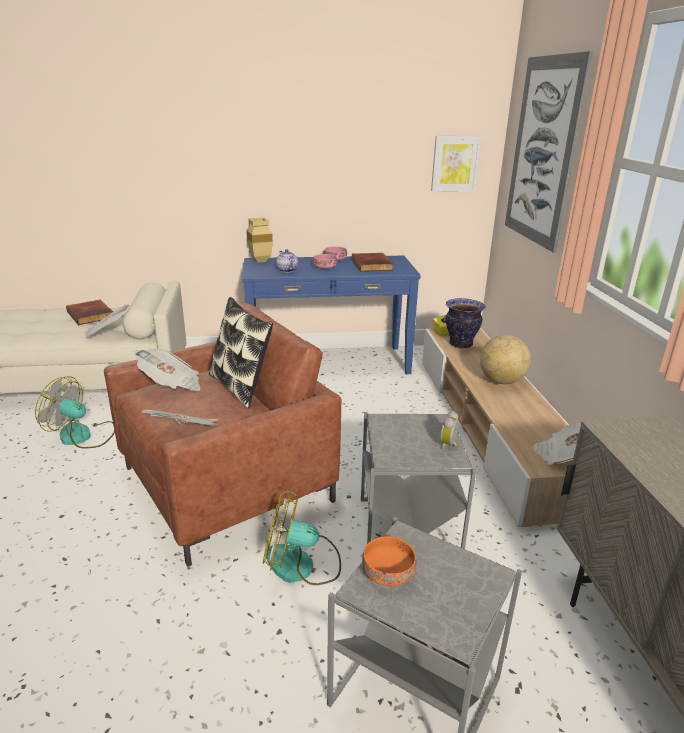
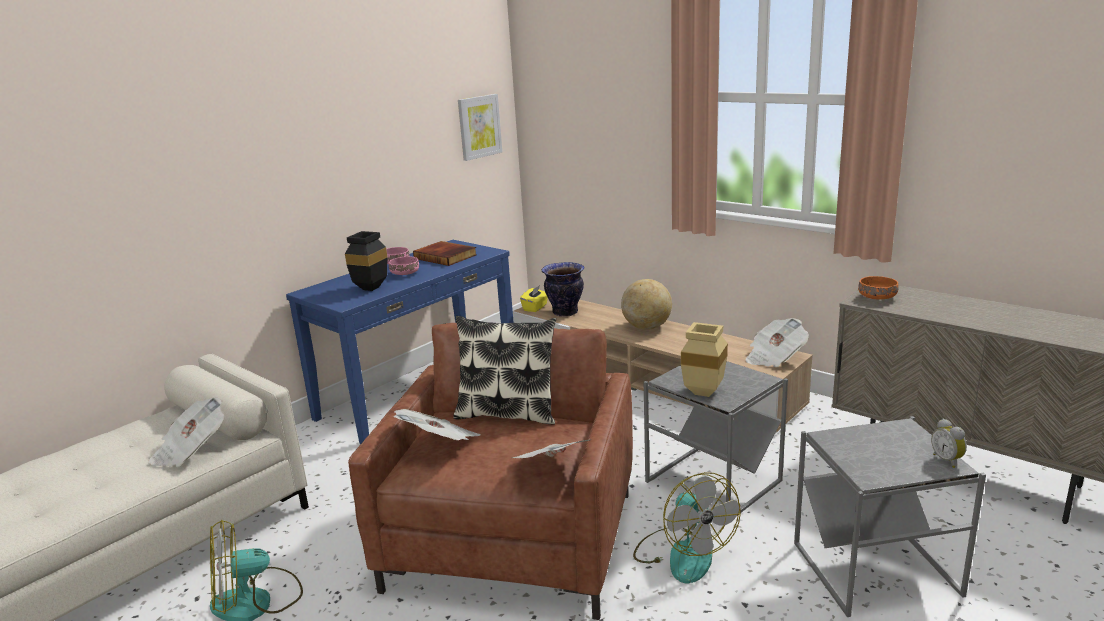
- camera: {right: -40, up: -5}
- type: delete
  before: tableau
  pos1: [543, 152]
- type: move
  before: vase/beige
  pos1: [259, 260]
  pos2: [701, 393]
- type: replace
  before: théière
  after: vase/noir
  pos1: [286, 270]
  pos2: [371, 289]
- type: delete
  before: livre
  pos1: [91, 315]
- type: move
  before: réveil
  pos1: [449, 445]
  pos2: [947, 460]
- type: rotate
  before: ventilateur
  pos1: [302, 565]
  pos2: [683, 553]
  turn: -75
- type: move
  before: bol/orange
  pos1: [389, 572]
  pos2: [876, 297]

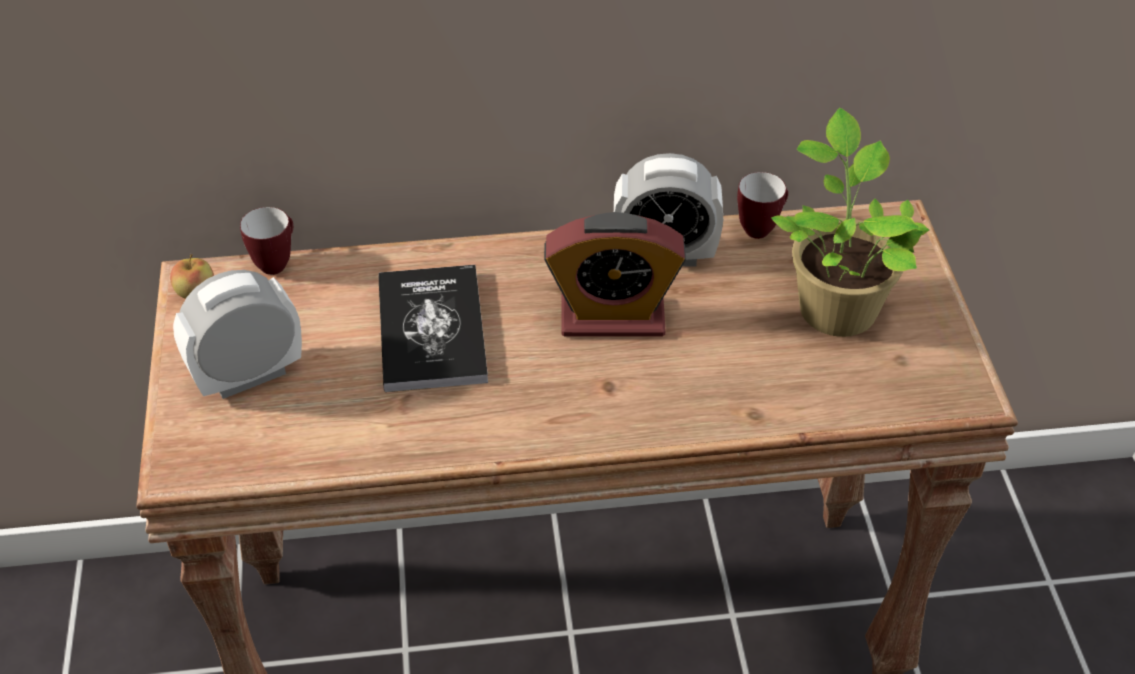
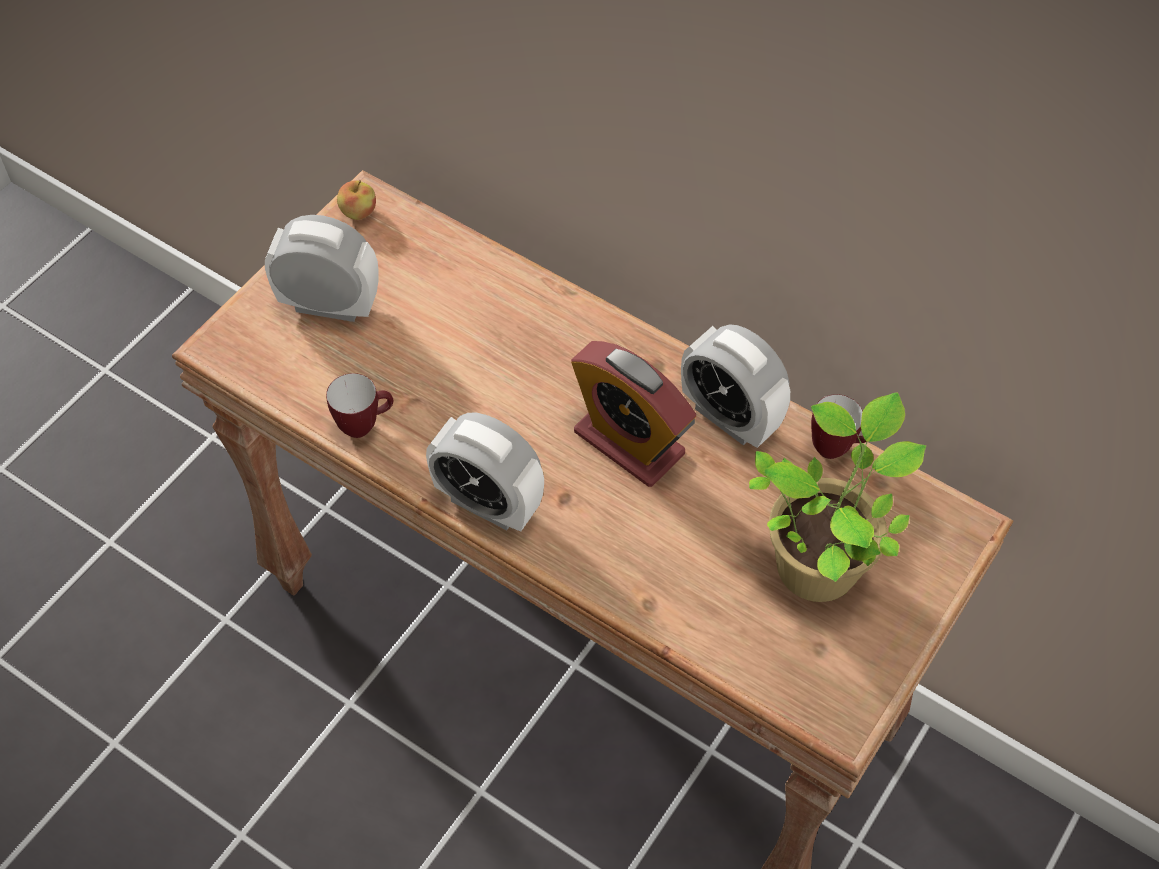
- camera: {right: 40, up: 10}
- type: move
  before: mug
  pos1: [276, 262]
  pos2: [364, 425]
- type: delete
  before: livre
  pos1: [431, 330]
- type: insert
  after: réveil
  pos2: [487, 503]

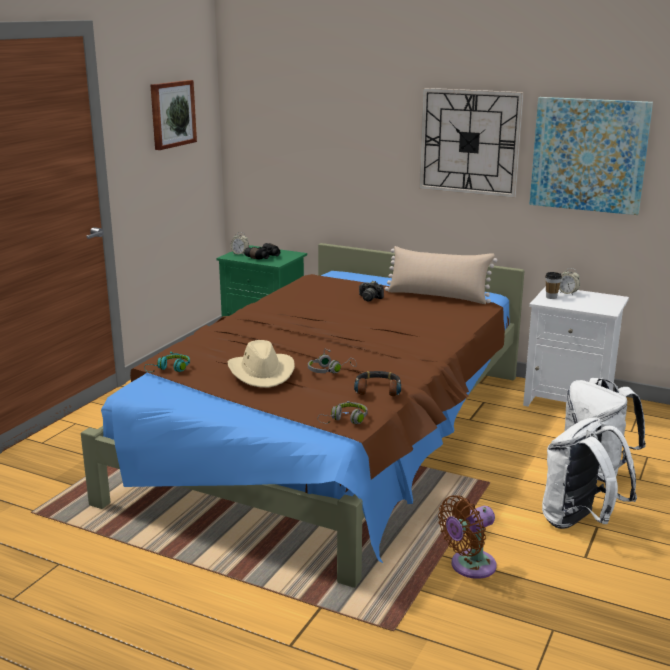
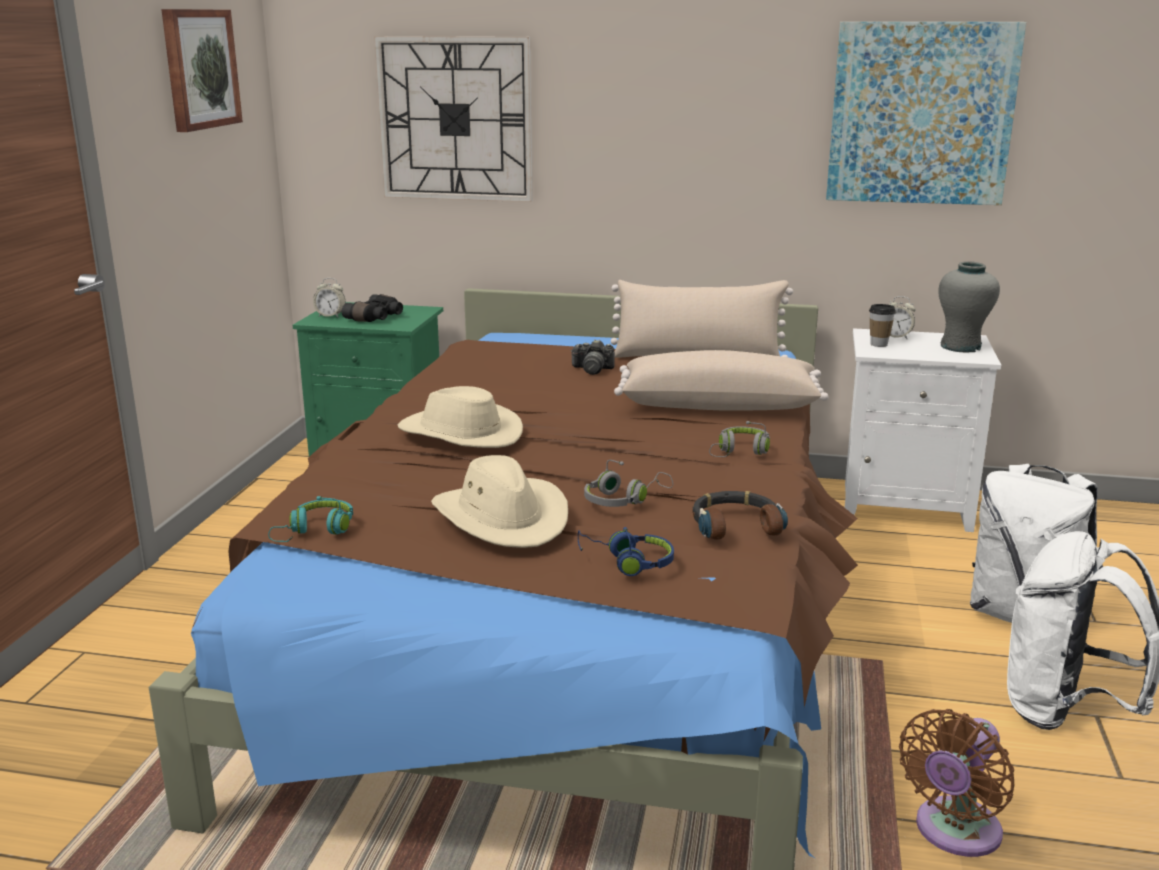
- camera: {right: -15, up: 0}
- type: move
  before: horloge murale
  pos1: [469, 142]
  pos2: [455, 119]
- type: move
  before: casque audio/gris
  pos1: [345, 420]
  pos2: [740, 452]
- type: insert
  after: vase/gris
  pos2: [960, 346]
- type: insert
  after: coussin/beige
  pos2: [718, 405]
- type: insert
  after: chapeau/beige
  pos2: [459, 434]
- type: insert
  after: casque audio/bleu
  pos2: [627, 563]

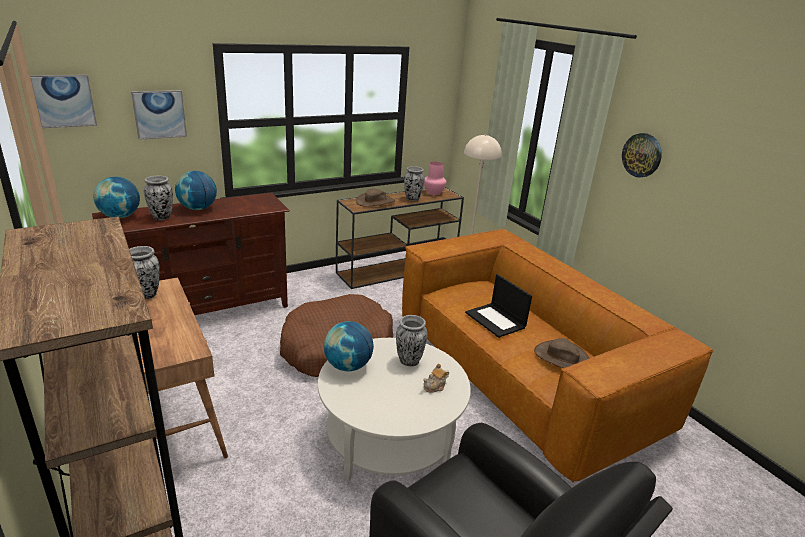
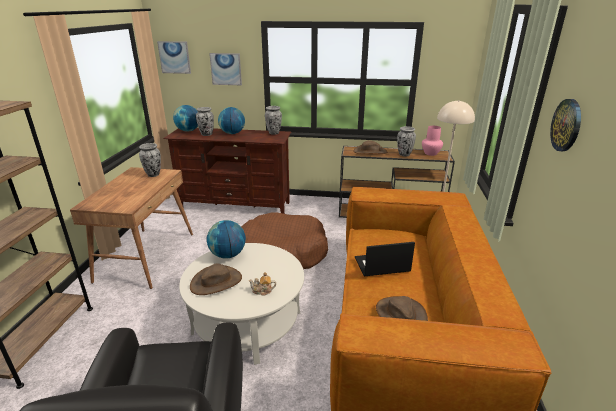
- camera: {right: 40, up: 0}
- type: rotate
  before: ordinateur portable
  pos1: [496, 320]
  pos2: [381, 265]
  turn: 75
- type: move
  before: vase
  pos1: [409, 361]
  pos2: [274, 133]
- type: insert
  after: chapeau/marron
  pos2: [216, 282]

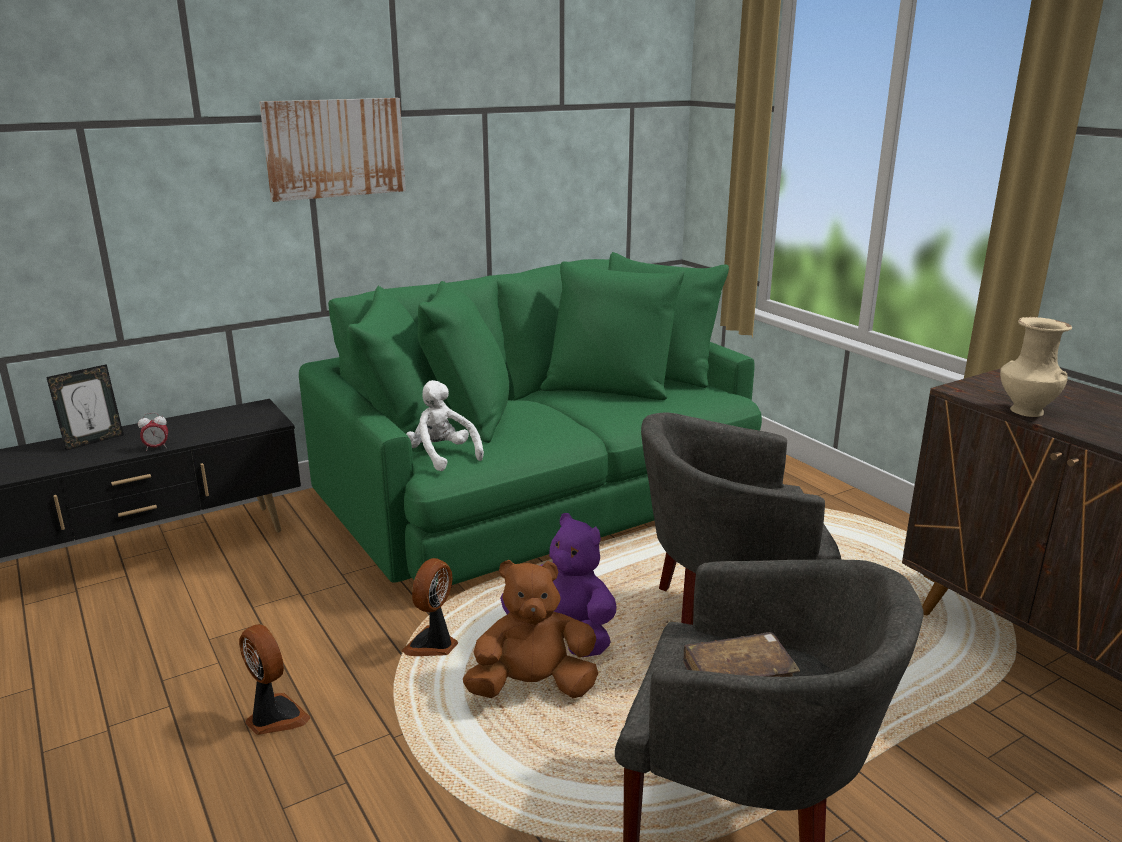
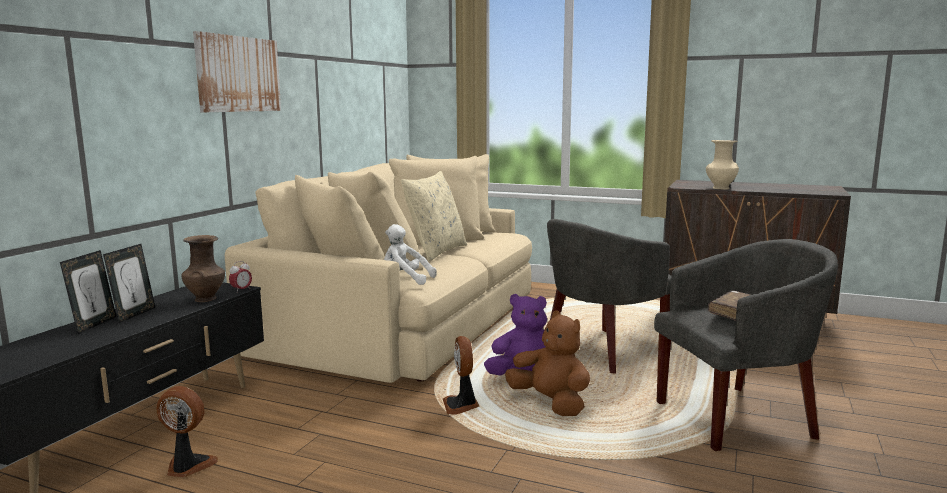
- camera: {right: -35, up: -10}
- type: recolor
  before: canapé/vert
  after: canapé/beige
  pos1: [538, 493]
  pos2: [403, 325]
- type: move
  before: réveil
  pos1: [156, 448]
  pos2: [241, 290]
- type: rotate
  before: peluche/marron
  pos1: [533, 687]
  pos2: [550, 403]
  turn: 90
- type: move
  before: ventilateur
  pos1: [274, 718]
  pos2: [188, 466]
- type: insert
  after: coussin/beige
  pos2: [436, 252]
- type: insert
  after: vase/marron
  pos2: [205, 299]
- type: insert
  after: cadre photo
  pos2: [134, 314]

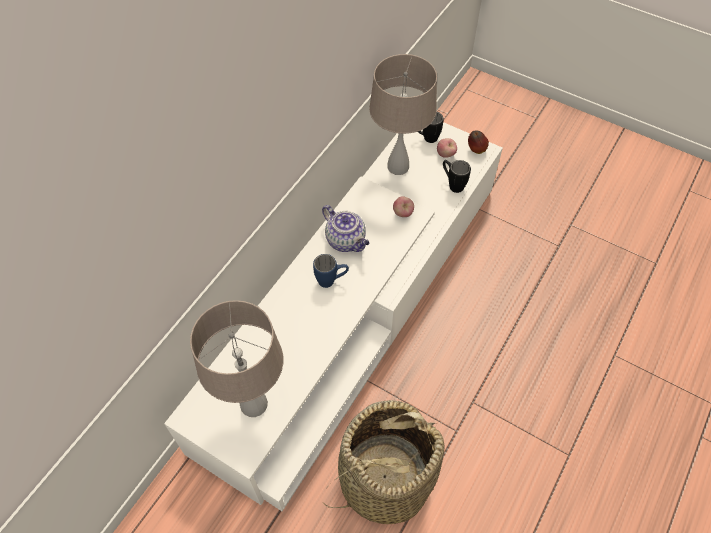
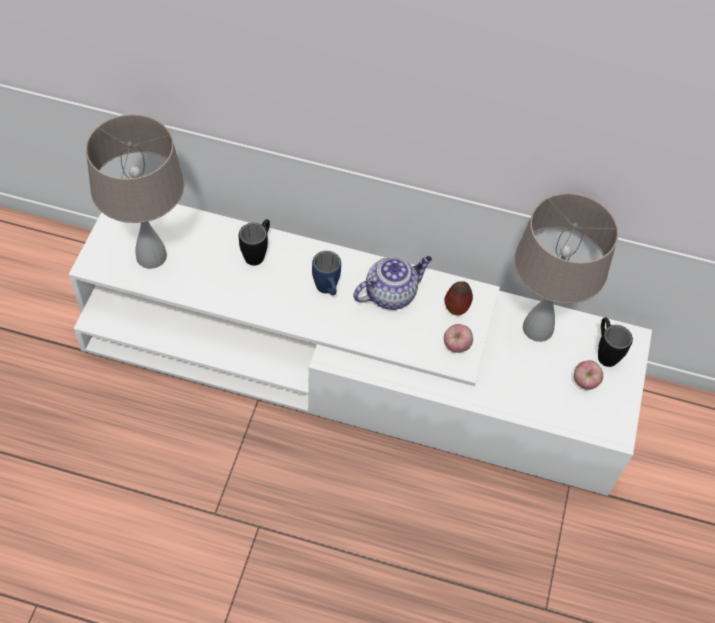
- camera: {right: 70, up: 0}
- type: move
  before: pomme
  pos1: [476, 150]
  pos2: [456, 307]
- type: move
  before: mug/noir
  pos1: [452, 184]
  pos2: [258, 252]
- type: rotate
  before: théière
  pos1: [346, 240]
  pos2: [391, 293]
  turn: -150
- type: delete
  before: panier
  pos1: [384, 478]

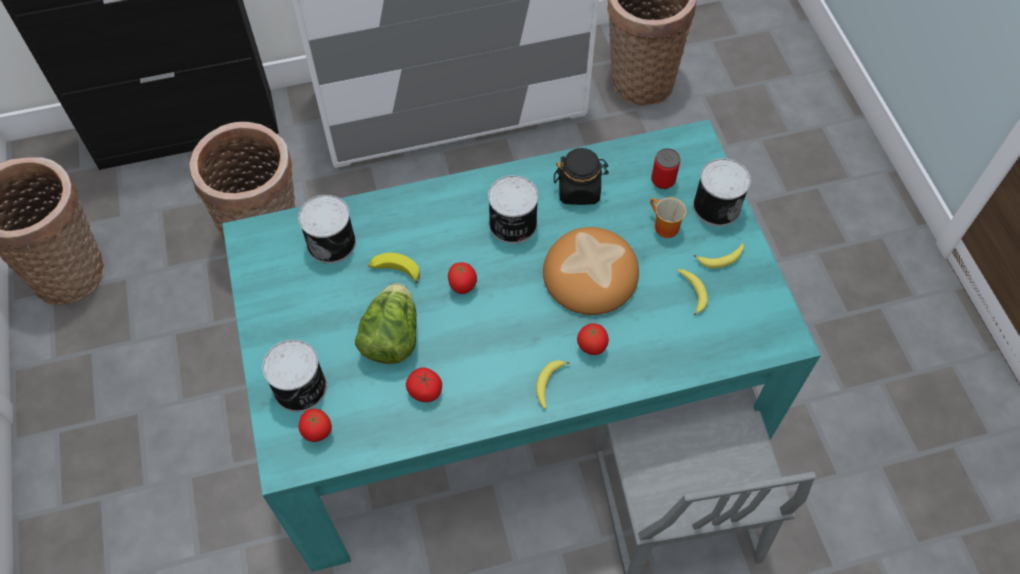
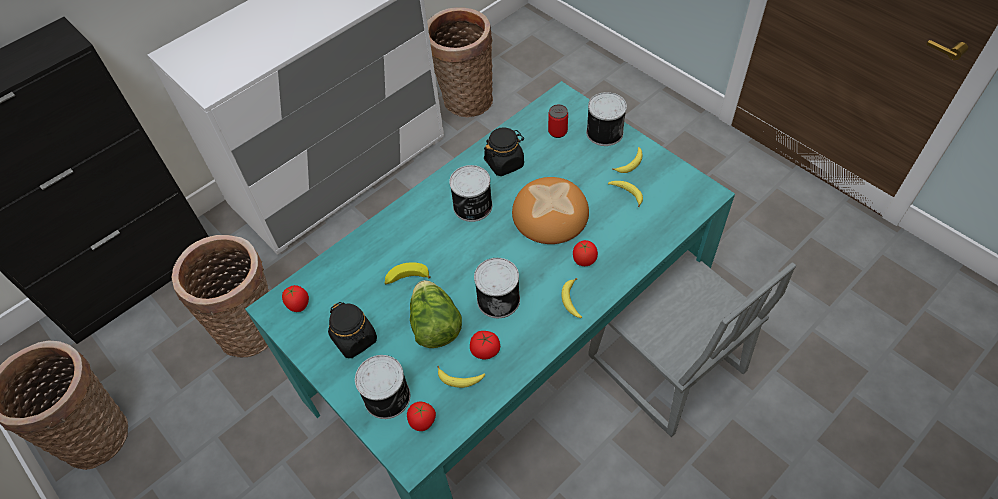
- camera: {right: -25, up: -5}
- type: move
  before: boîte métallique
  pos1: [332, 242]
  pos2: [498, 298]
- type: delete
  before: mug
  pos1: [663, 227]
- type: move
  before: tomate
  pos1: [463, 286]
  pos2: [299, 306]
- type: insert
  after: bocal/noir
  pos2: [355, 339]
- type: insert
  after: banane
  pos2: [460, 379]

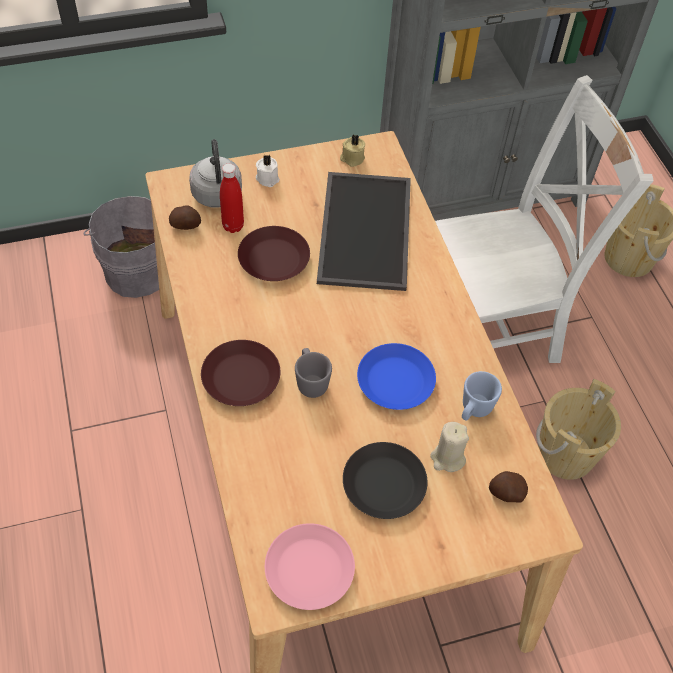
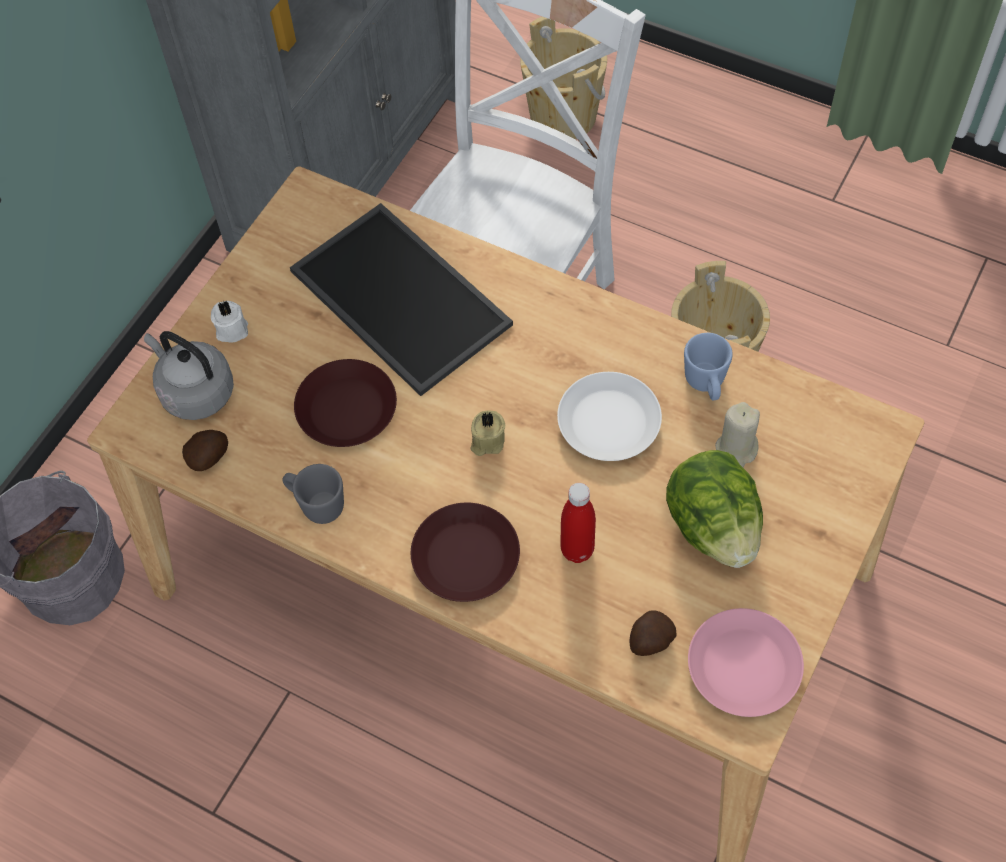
- camera: {right: -40, up: 5}
- type: move
  before: bougie/beige
  pos1: [352, 158]
  pos2: [487, 441]
- type: move
  before: bouteille/rouge
  pos1: [233, 226]
  pos2: [577, 550]
- type: recolor
  before: assiette/bleu
  after: assiette/blanc
  pos1: [394, 381]
  pos2: [608, 423]
- type: move
  before: mug/gris
  pos1: [311, 381]
  pos2: [316, 504]
- type: replace
  before: assiette/noir
  after: laitue
  pos1: [385, 484]
  pos2: [713, 526]
- type: move
  before: pomme de terre
  pos1: [505, 493]
  pos2: [649, 641]

